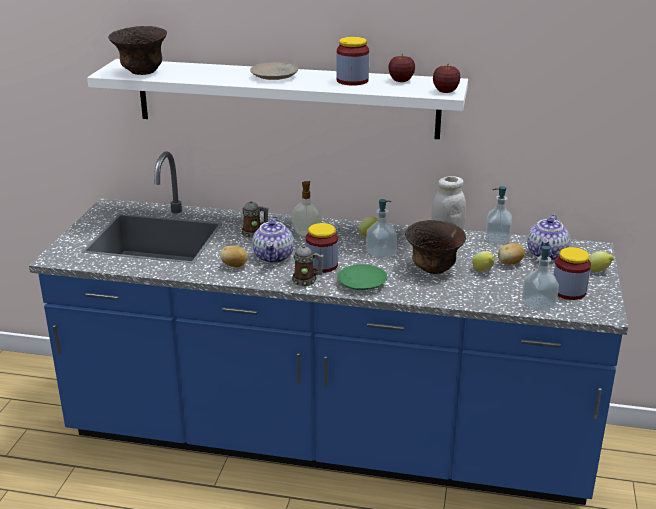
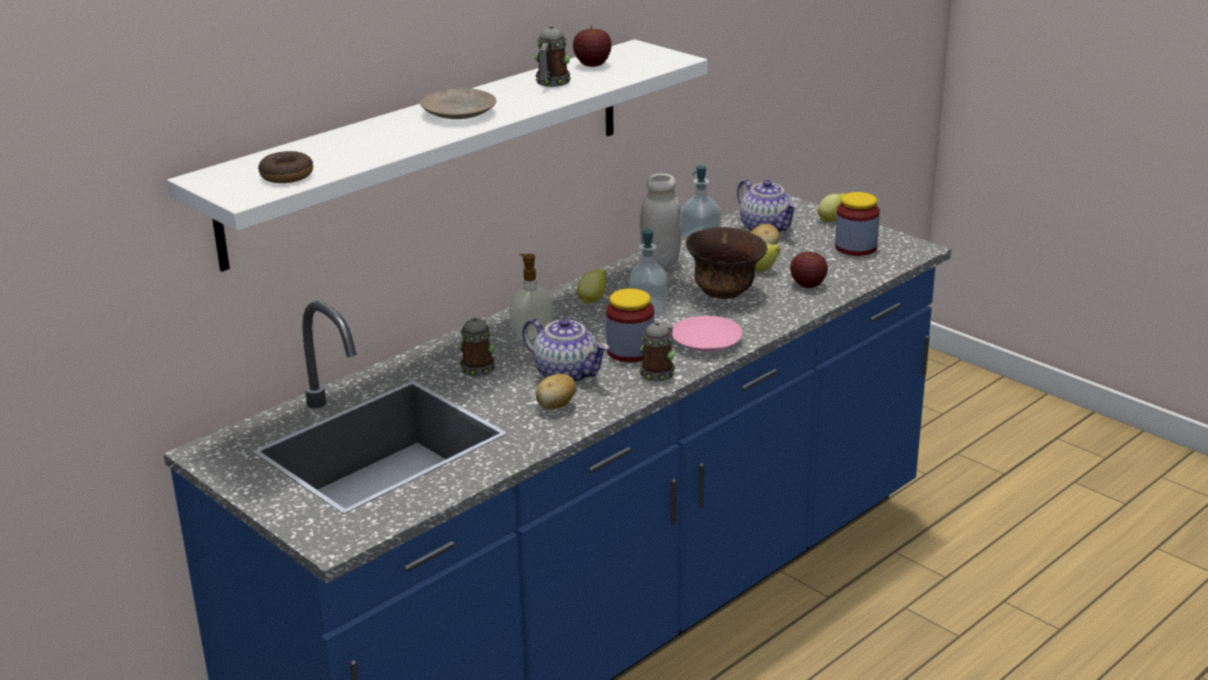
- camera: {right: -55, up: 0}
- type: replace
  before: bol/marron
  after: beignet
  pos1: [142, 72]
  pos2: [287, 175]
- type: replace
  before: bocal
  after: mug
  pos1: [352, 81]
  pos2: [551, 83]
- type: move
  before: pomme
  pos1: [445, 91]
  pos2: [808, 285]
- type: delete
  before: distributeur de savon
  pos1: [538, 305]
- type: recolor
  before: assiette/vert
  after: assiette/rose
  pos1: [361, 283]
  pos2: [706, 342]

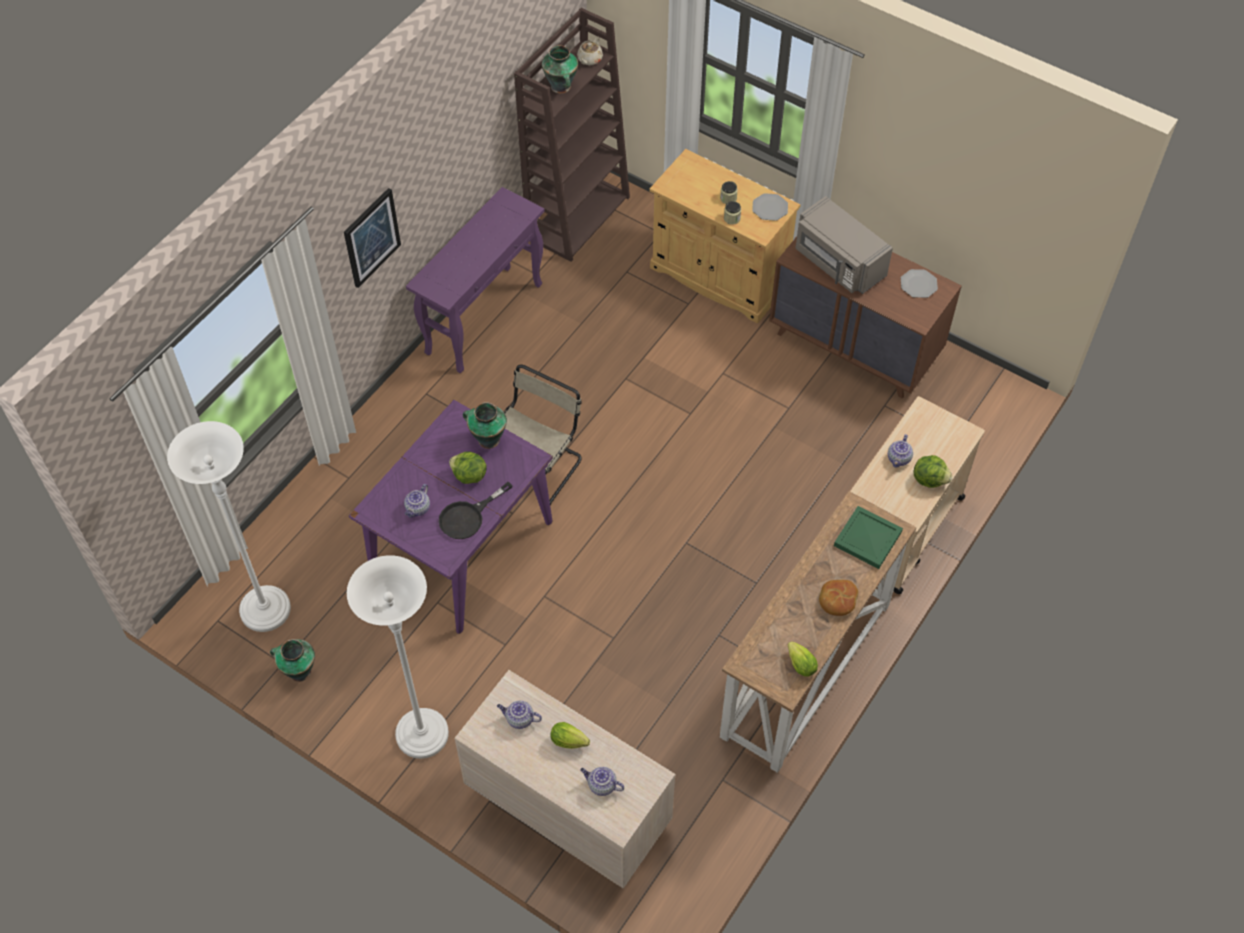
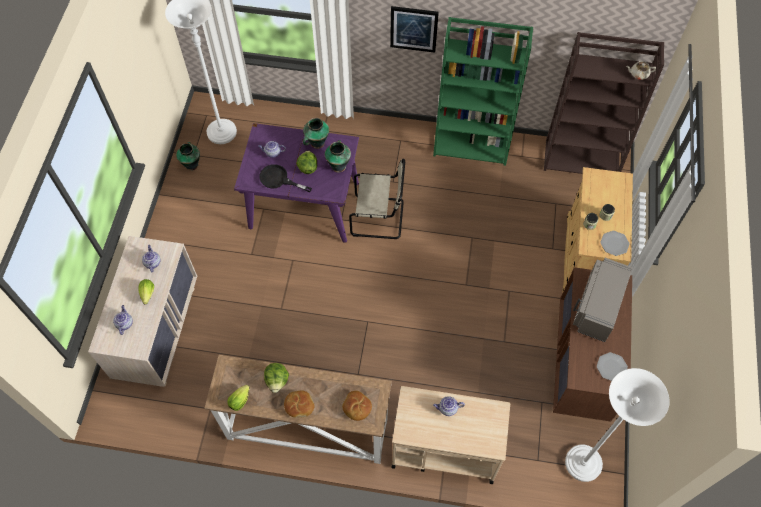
- camera: {right: 65, up: 5}
- type: move
  before: vase
  pos1: [561, 87]
  pos2: [317, 143]
- type: replace
  before: table console/violet
  after: bibliothèque/vert
  pos1: [484, 318]
  pos2: [472, 144]
- type: move
  before: laitue
  pos1: [929, 479]
  pos2: [277, 380]
- type: replace
  before: plateau/vert
  after: pain
  pos1: [868, 539]
  pos2: [356, 407]
- type: move
  before: lampadaire/blanc
  pos1: [422, 735]
  pos2: [583, 463]

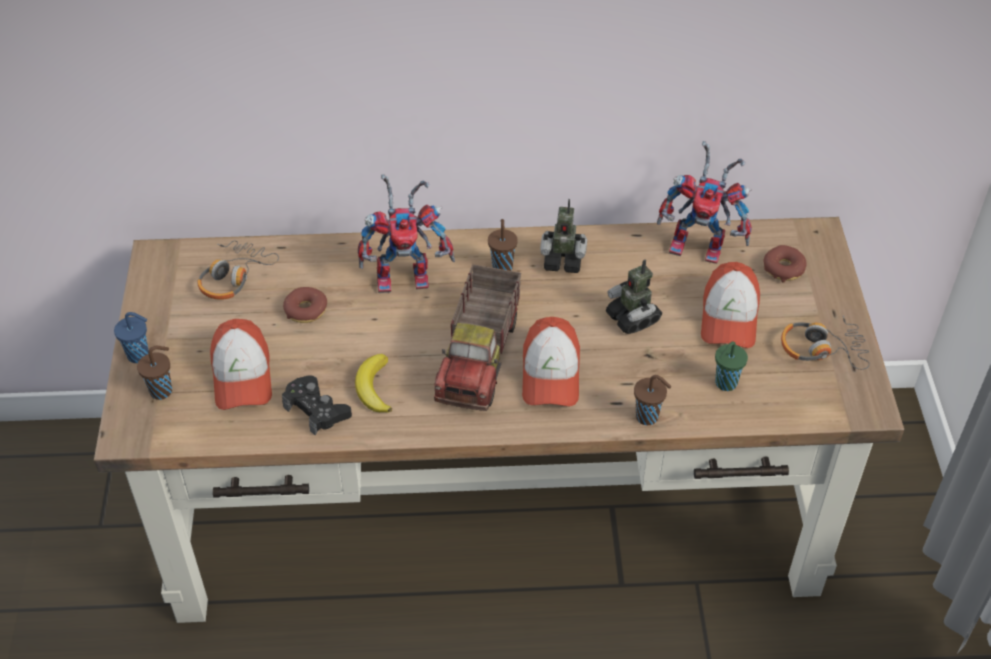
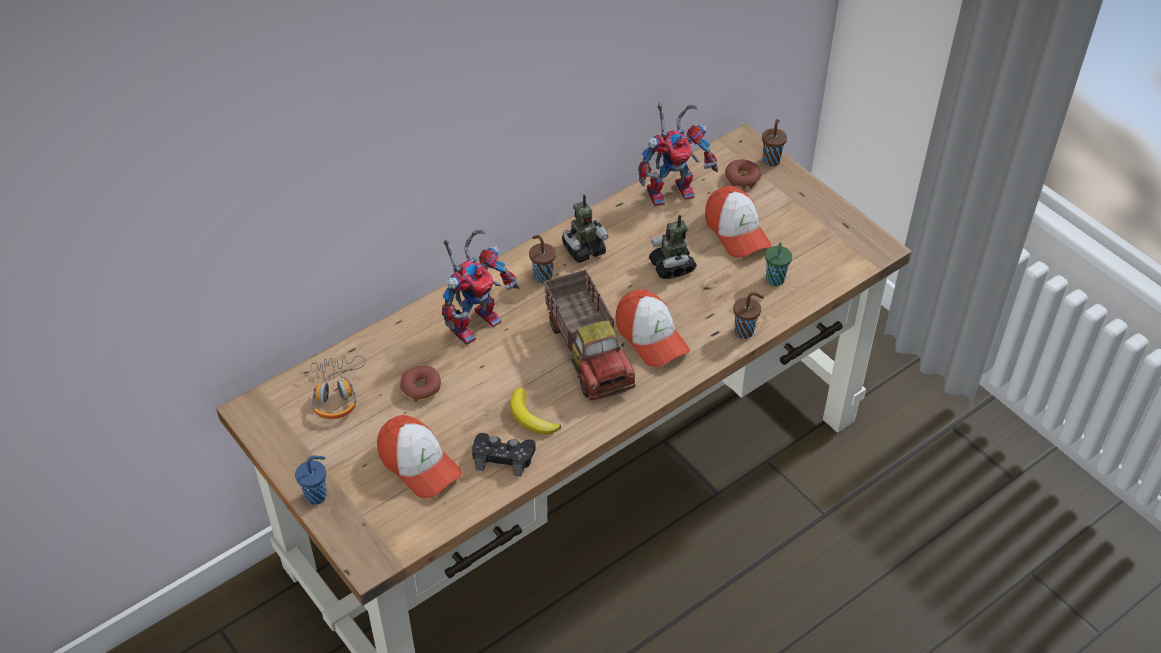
- camera: {right: -35, up: 0}
- type: rotate
  before: robot jouet
  pos1: [633, 318]
  pos2: [672, 267]
  turn: 45
- type: delete
  before: casque audio
  pos1: [822, 349]
- type: move
  before: tasse/marron
  pos1: [162, 390]
  pos2: [771, 160]

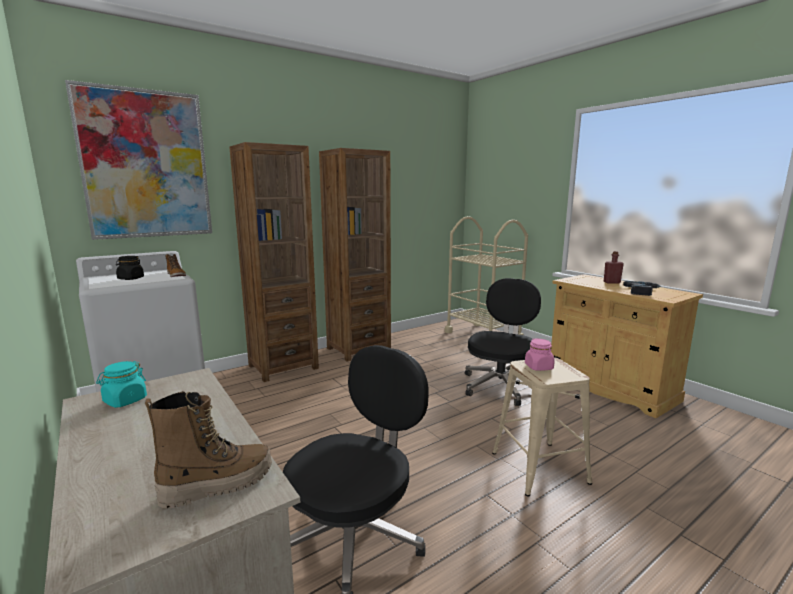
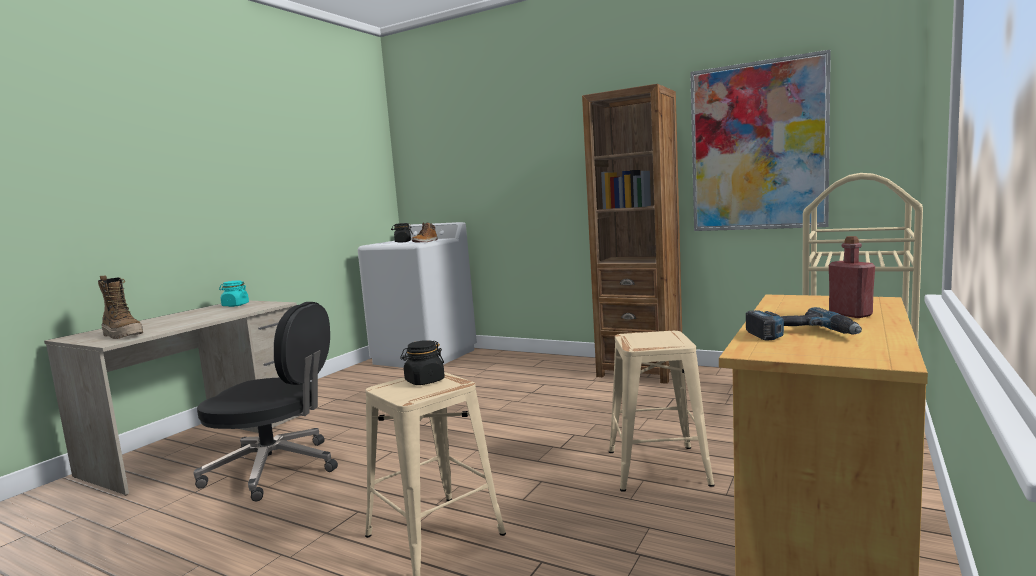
- camera: {right: 65, up: -5}
- type: move
  before: tableau
  pos1: [146, 165]
  pos2: [757, 147]
- type: delete
  before: bibliothèque/marron
  pos1: [283, 367]
- type: replace
  before: chaise de bureau/noir
  after: tabouret/beige
  pos1: [500, 385]
  pos2: [659, 467]
- type: recolor
  before: bocal/rose
  after: bocal/noir
  pos1: [539, 367]
  pos2: [424, 381]

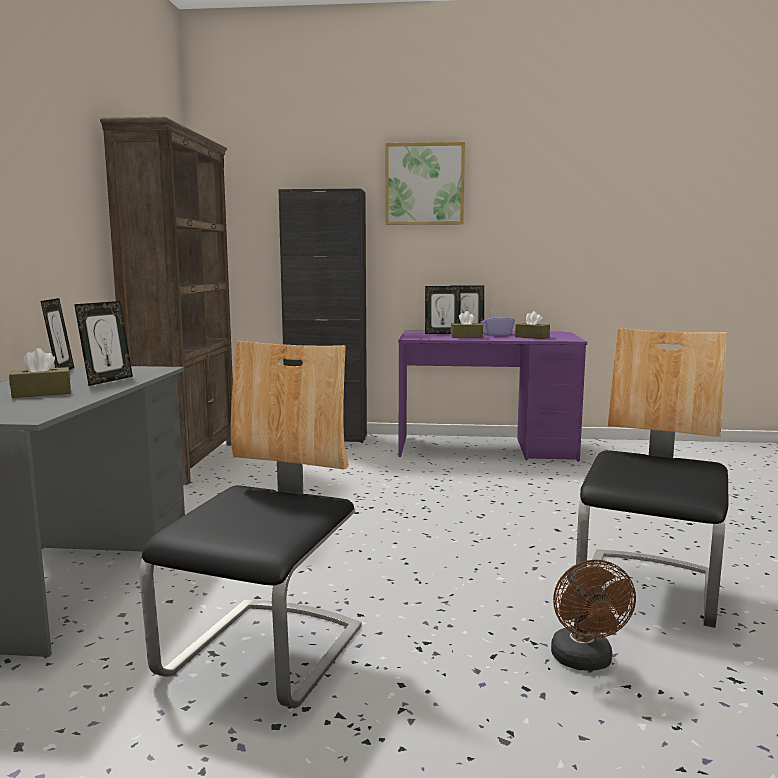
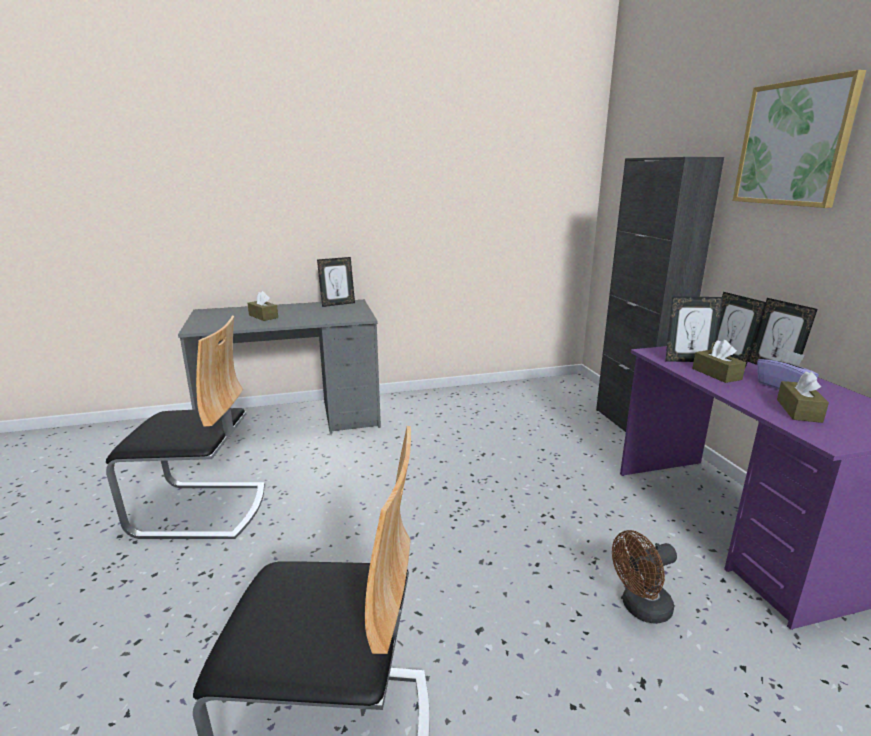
- camera: {right: 70, up: 10}
- type: delete
  before: bibliothèque/marron
  pos1: [188, 461]
- type: move
  before: cadre photo
  pos1: [107, 380]
  pos2: [688, 360]
- type: move
  before: ventilateur/marron
  pos1: [584, 661]
  pos2: [640, 609]

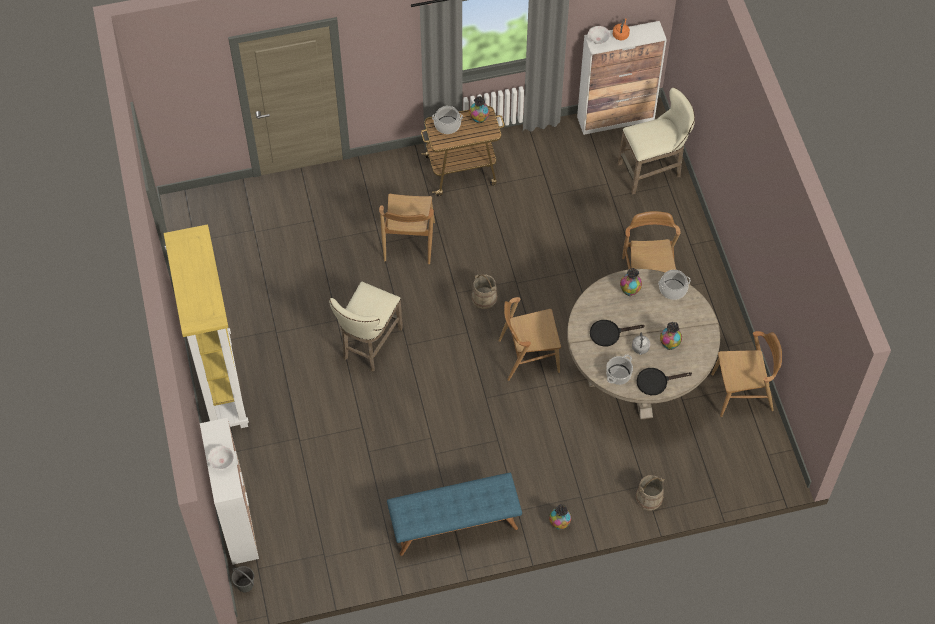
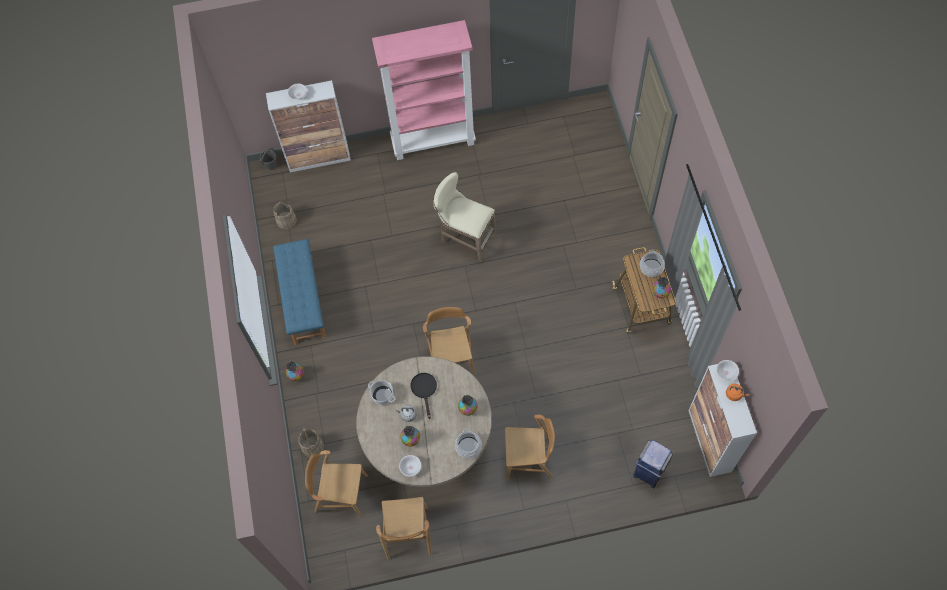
- camera: {right: 95, up: 5}
- type: replace
  before: tabouret/beige
  after: poubelle/bleu
  pos1: [653, 171]
  pos2: [649, 472]
- type: move
  before: chaise/marron
  pos1: [409, 241]
  pos2: [341, 493]
- type: recolor
  before: bibliothèque/jaune
  after: bibliothèque/rose
  pos1: [221, 385]
  pos2: [433, 141]
- type: move
  before: seau/beige
  pos1: [484, 298]
  pos2: [286, 220]
- type: delete
  before: poêle/noir
  pos1: [656, 381]
- type: insert
  after: bol/blanc
  pos2: [410, 467]

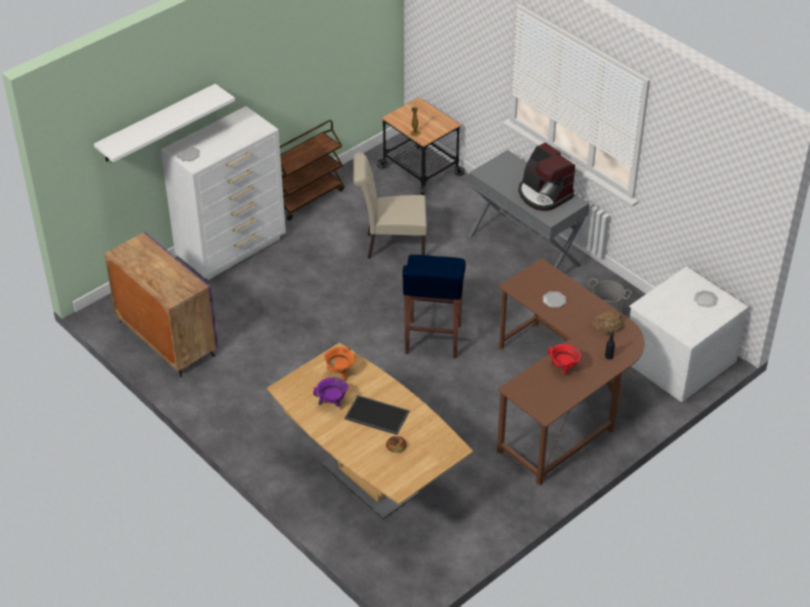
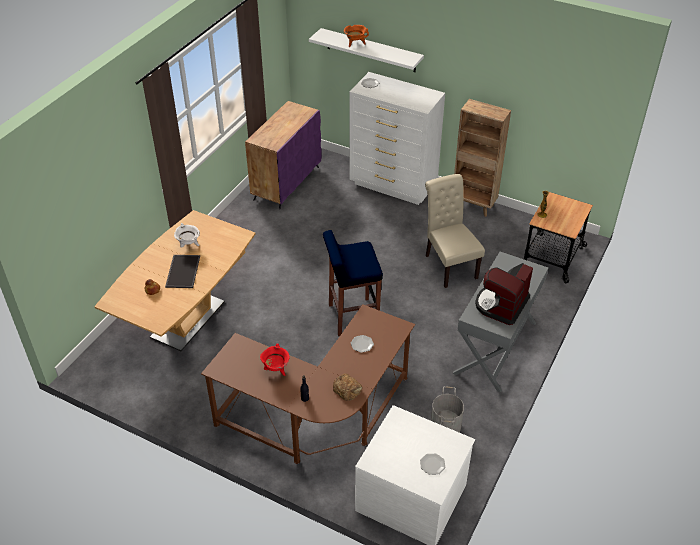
- camera: {right: 70, up: 0}
- type: replace
  before: chariot/marron
  after: bibliothèque/marron
  pos1: [307, 198]
  pos2: [474, 205]
- type: move
  before: marmite/orange
  pos1: [340, 372]
  pos2: [355, 43]
- type: recolor
  before: marmite/violet
  after: marmite/blanc
  pos1: [332, 402]
  pos2: [189, 245]

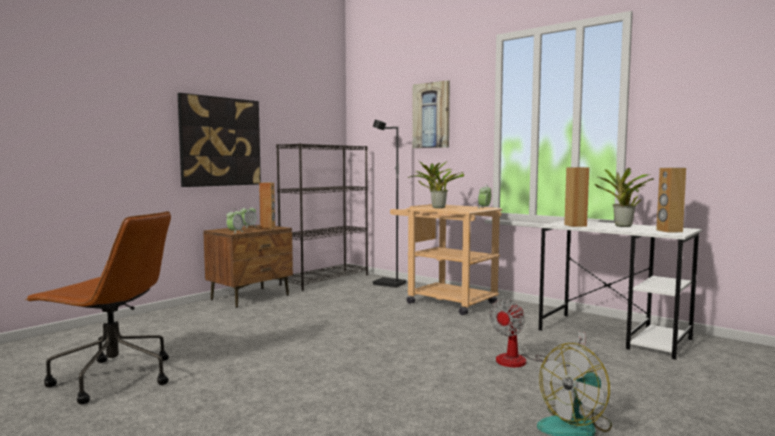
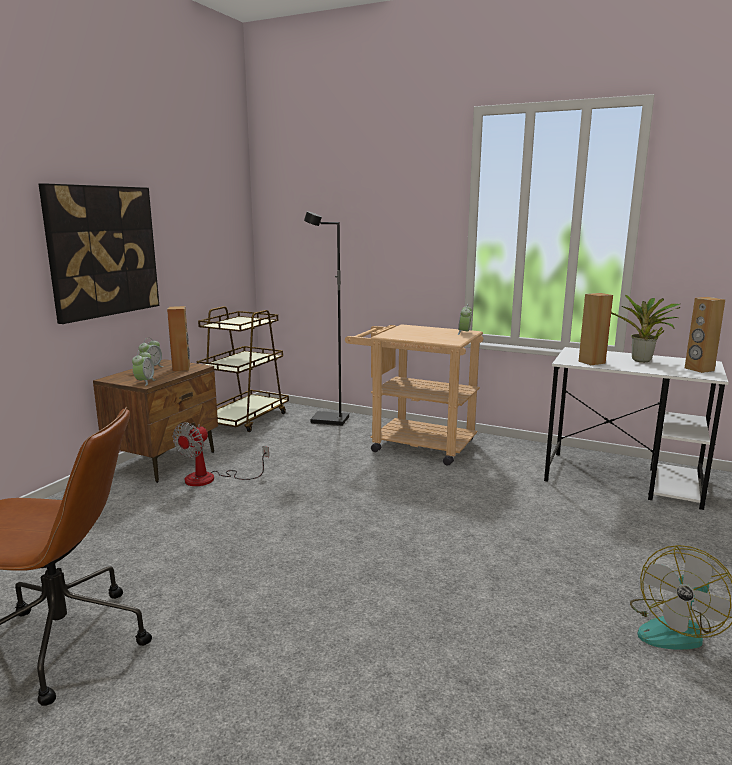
- camera: {right: -15, up: 10}
- type: delete
  before: tableau
  pos1: [431, 115]
- type: replace
  before: bibliothèque/noir
  after: chariot/marron
  pos1: [325, 279]
  pos2: [245, 419]
- type: delete
  before: plante en pot
  pos1: [436, 207]
- type: move
  before: ventilateur
  pos1: [523, 361]
  pos2: [211, 479]

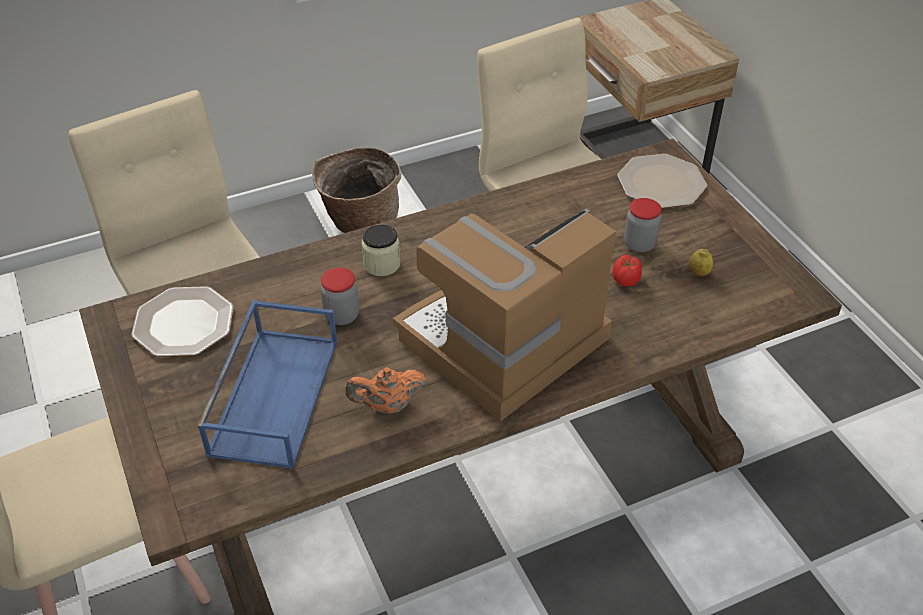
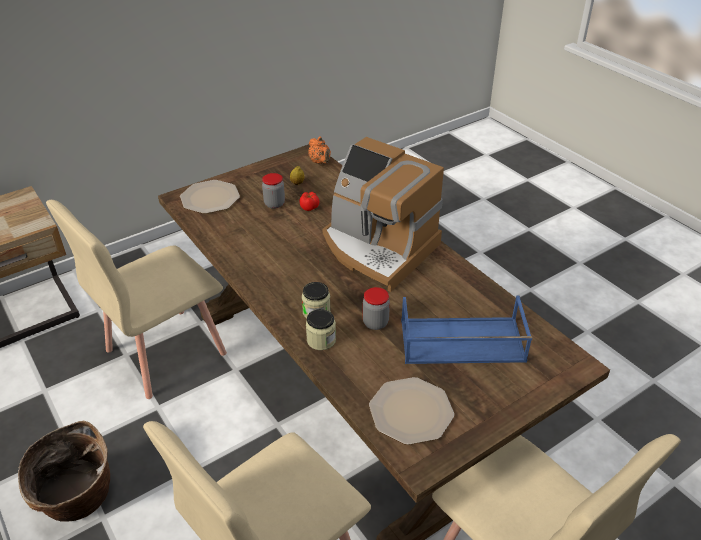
- camera: {right: -100, up: -5}
- type: move
  before: théière/orange
  pos1: [387, 405]
  pos2: [320, 162]
- type: insert
  after: bocal
  pos2: [321, 340]

